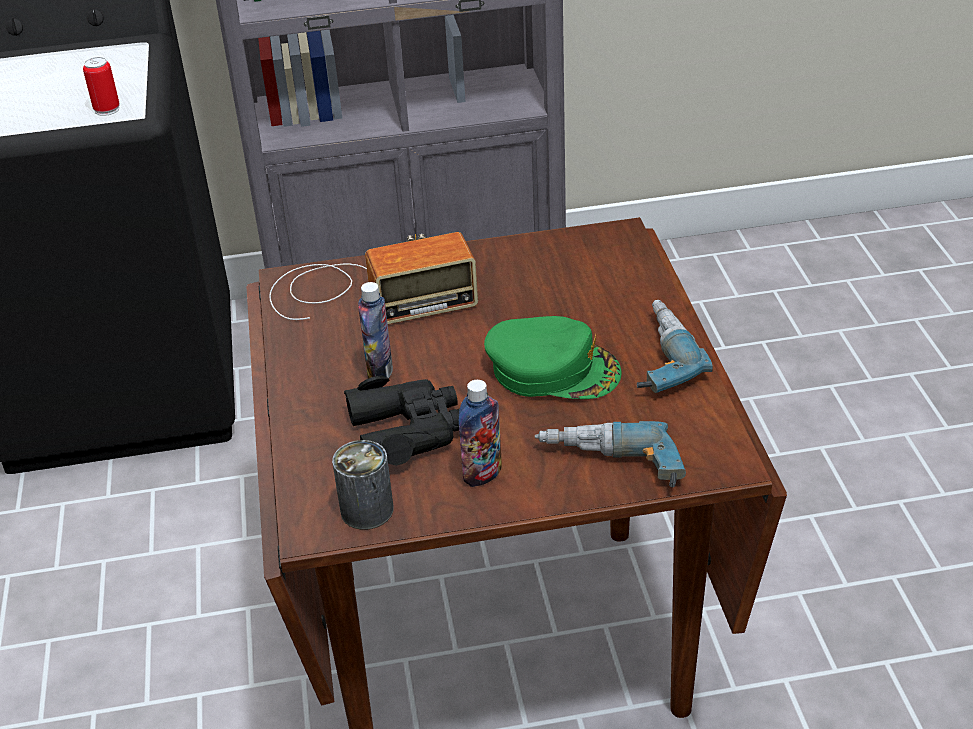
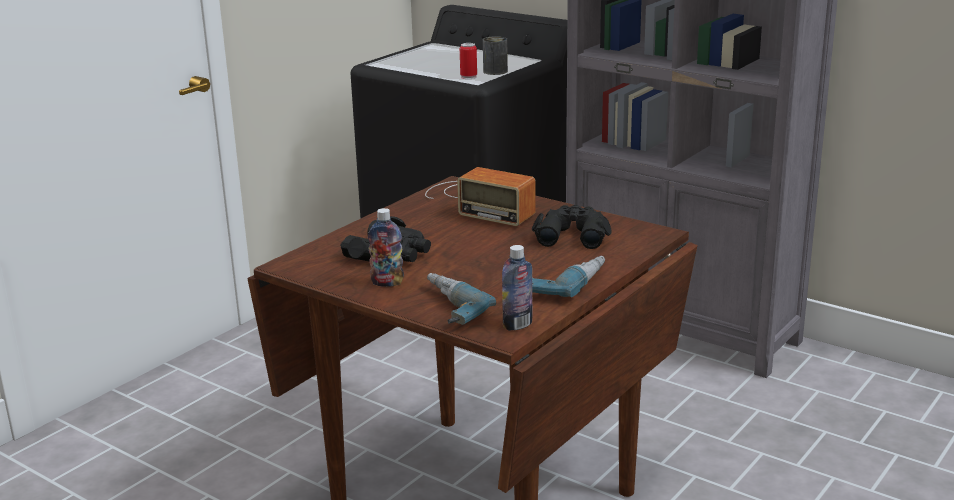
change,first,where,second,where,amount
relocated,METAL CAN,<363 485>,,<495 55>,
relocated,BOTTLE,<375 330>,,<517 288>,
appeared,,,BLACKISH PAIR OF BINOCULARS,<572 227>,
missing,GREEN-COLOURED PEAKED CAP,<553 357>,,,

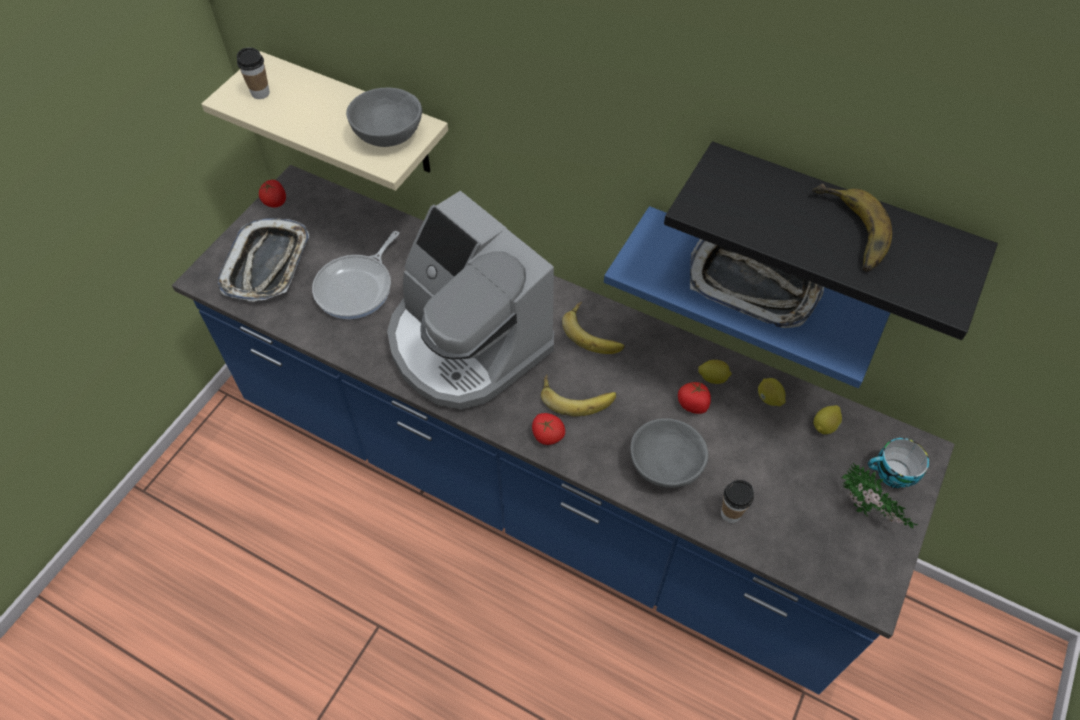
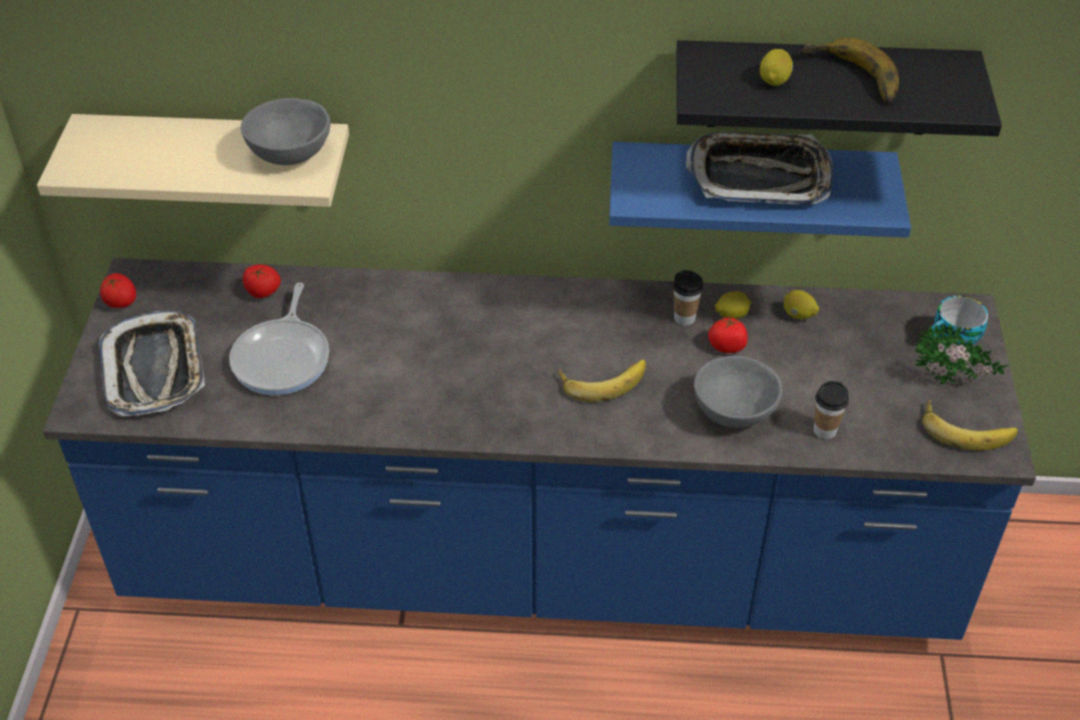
change,first,where,second,where,amount
relocated,FRESH TOMATO,<548 429>,,<262 281>,
relocated,DRINKING CUP,<253 73>,,<688 297>,
relocated,CITRUS FRUIT,<827 419>,,<776 67>,
relocated,BANANA FRUIT,<593 328>,,<970 425>,
missing,COFFEE BREWER,<470 300>,,,

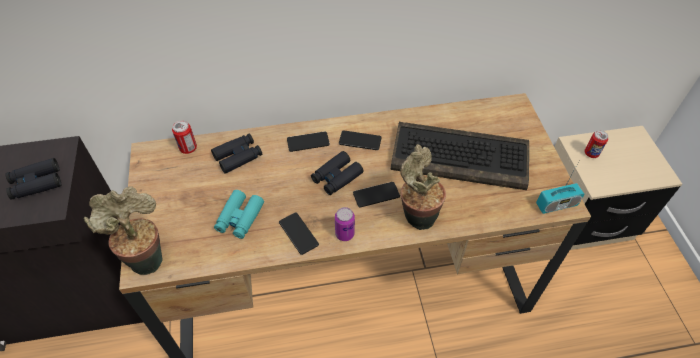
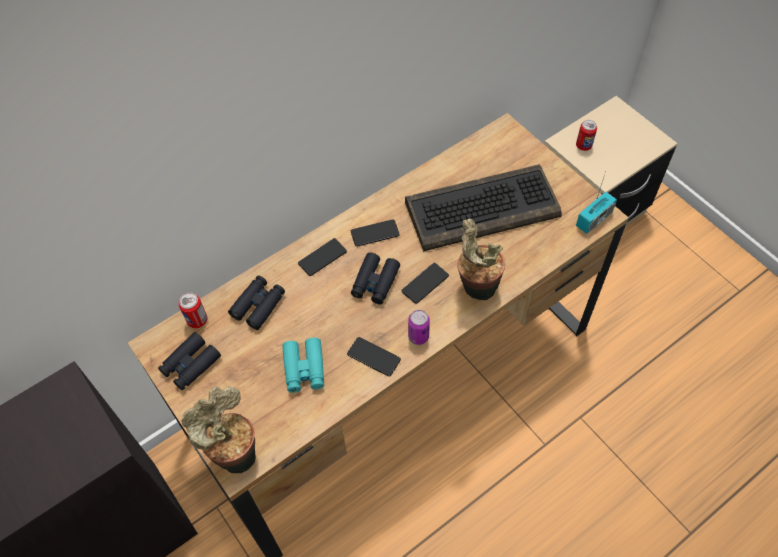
change,first,where,second,where,amount
relocated,BLACKISH PAIR OF BINOCULARS,<33 179>,,<189 361>,

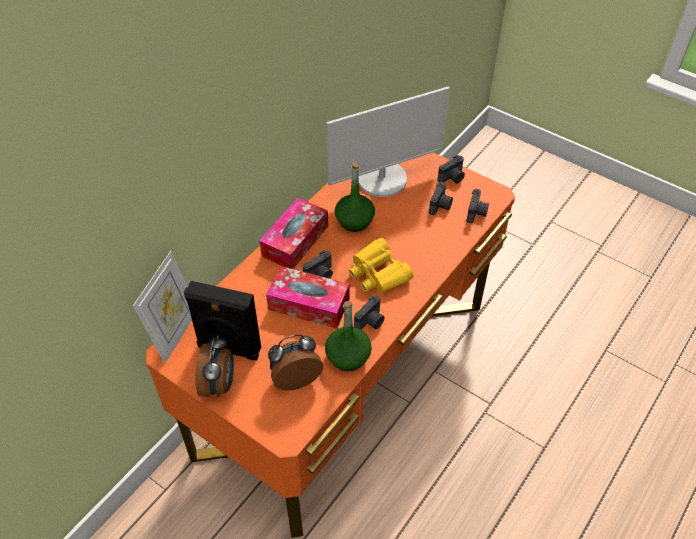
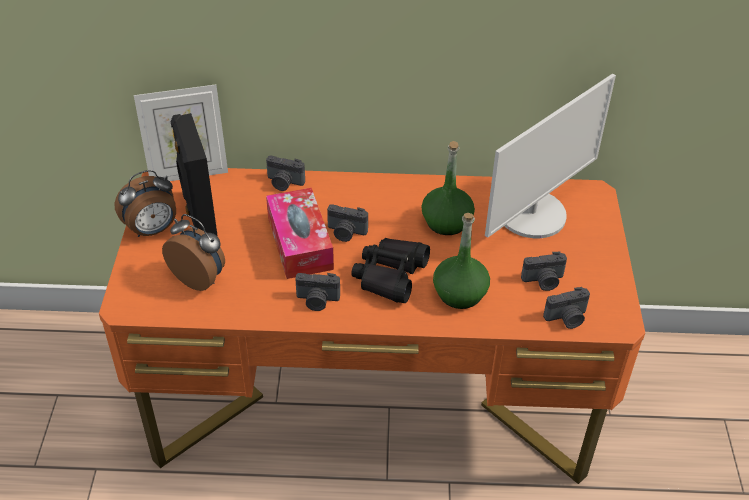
change,first,where,second,where,amount
relocated,STILL CAMERA,<451 169>,,<285 173>,
colour,YELLOWISH PAIR OF BINOCULARS,<381 265>,BLACKISH PAIR OF BINOCULARS,<390 270>,
relocated,GREEN-COLOURED BOTTLE,<348 336>,,<461 261>,
spun,MONITOR,<388 141>,,<550 156>,75 degrees counterclockwise
missing,TISSUE HOLDER,<294 233>,,,

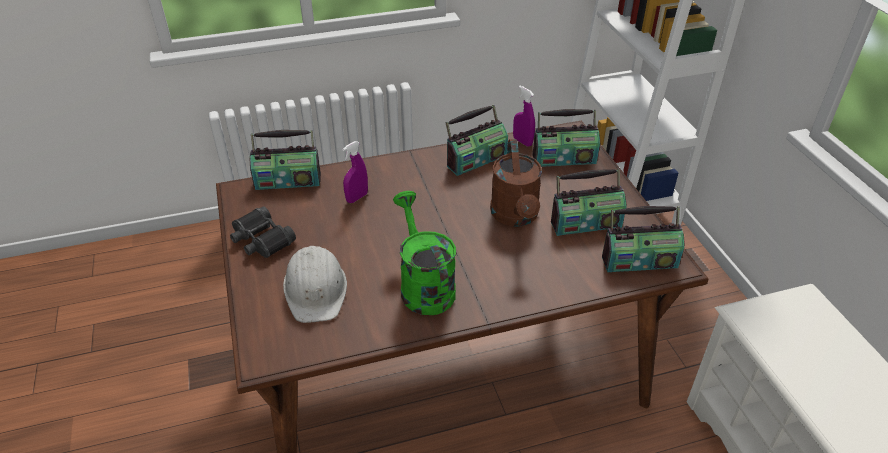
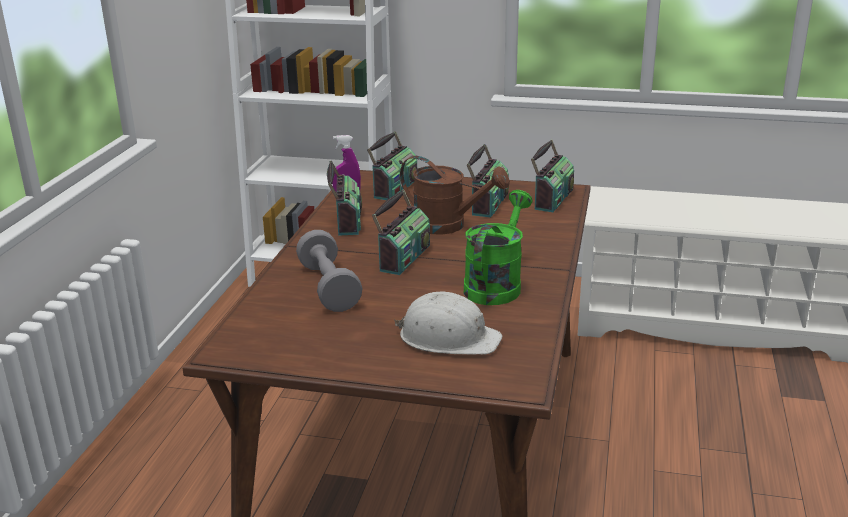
change,first,where,second,where,amount
exchanged,PURPLE HAND SPRAYER,<355 172>,GREY HAND WEIGHT,<329 271>,
relocated,RADIO SET,<285 160>,,<401 232>,
spun,GREEN-COLOURED SPRINKLING CAN,<424 253>,,<498 247>,105 degrees clockwise
missing,BLACKISH PAIR OF BINOCULARS,<263 232>,,,

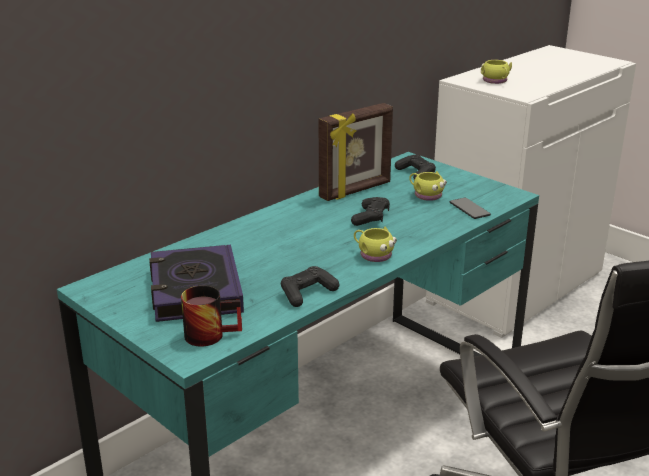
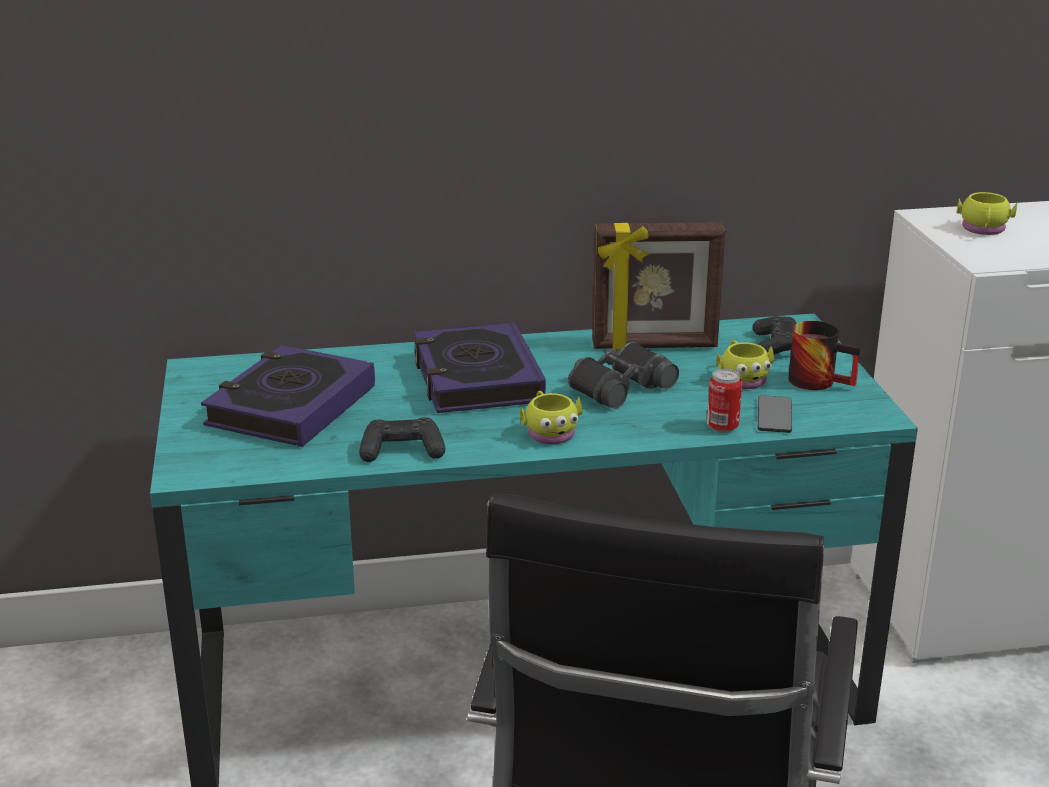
change,first,where,second,where,amount
appeared,,,BOOK,<480 368>,
exchanged,BLACKISH JOYPAD,<370 211>,BLACKISH PAIR OF BINOCULARS,<623 375>,
appeared,,,METAL CAN,<724 401>,
relocated,TEA MUG,<211 316>,,<824 355>,

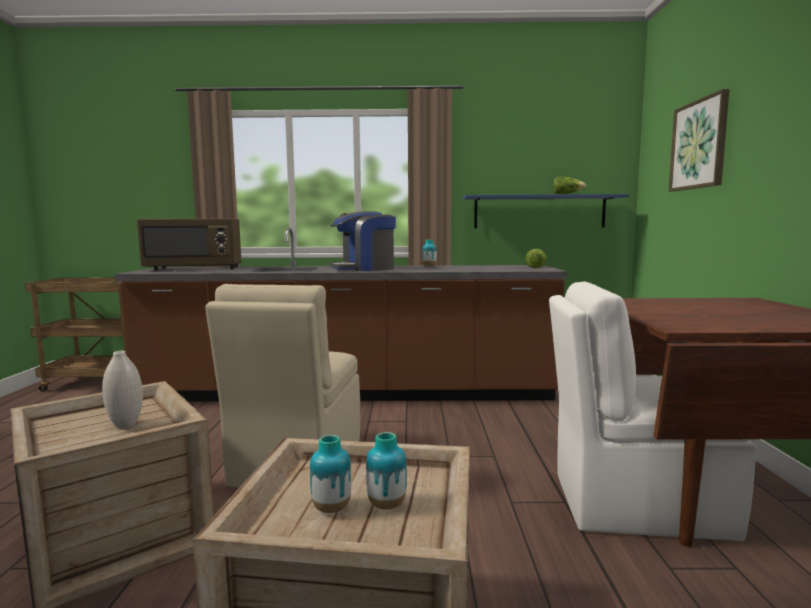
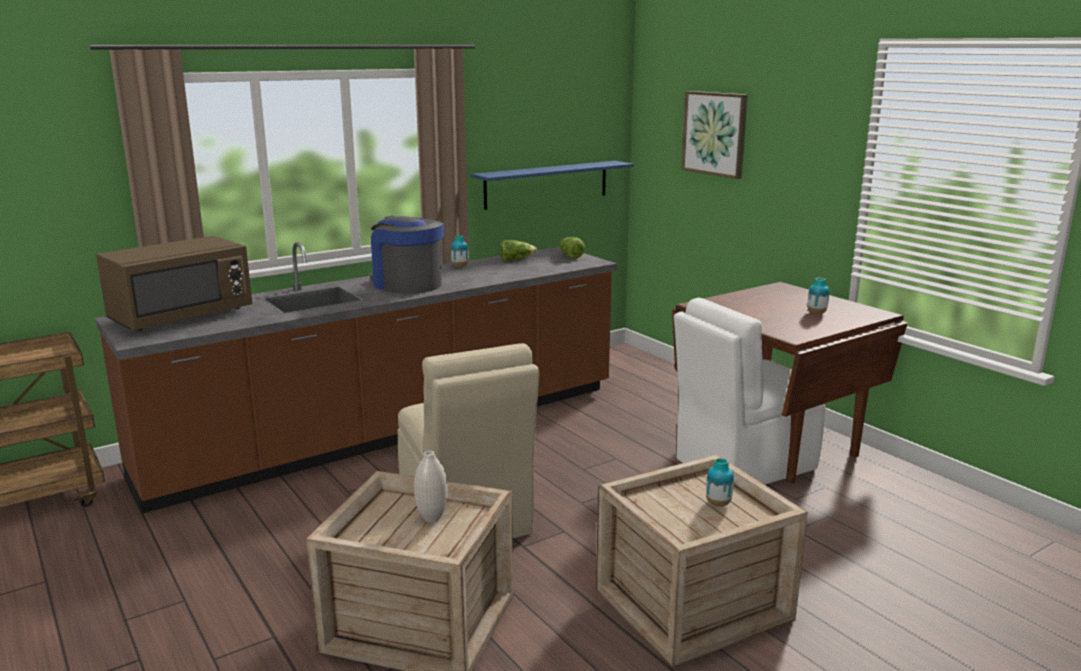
change,first,where,second,where,amount
spun,COFFEE BREWER,<362 241>,,<407 255>,105 degrees clockwise
relocated,LETTUCE HEAD,<569 185>,,<518 250>,
relocated,FLOWER VASE,<331 474>,,<818 296>,

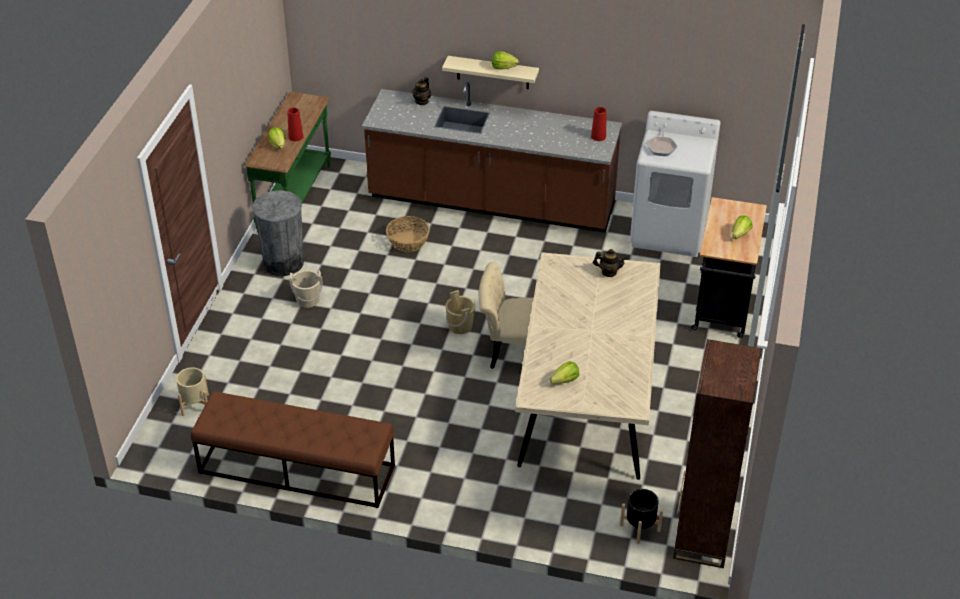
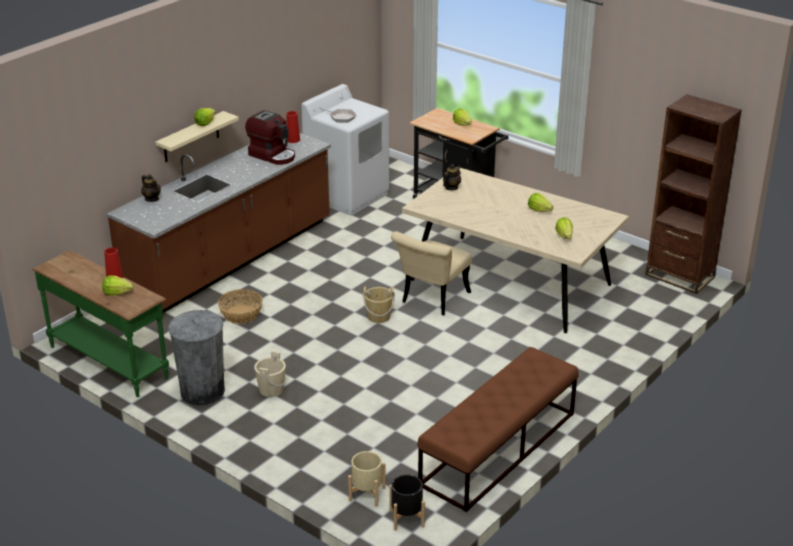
change,first,where,second,where,amount
appeared,,,COFFEE BREWER,<270 137>,
relocated,BLACKISH PLANTER,<641 516>,,<407 502>,
appeared,,,LETTUCE HEAD,<541 202>,

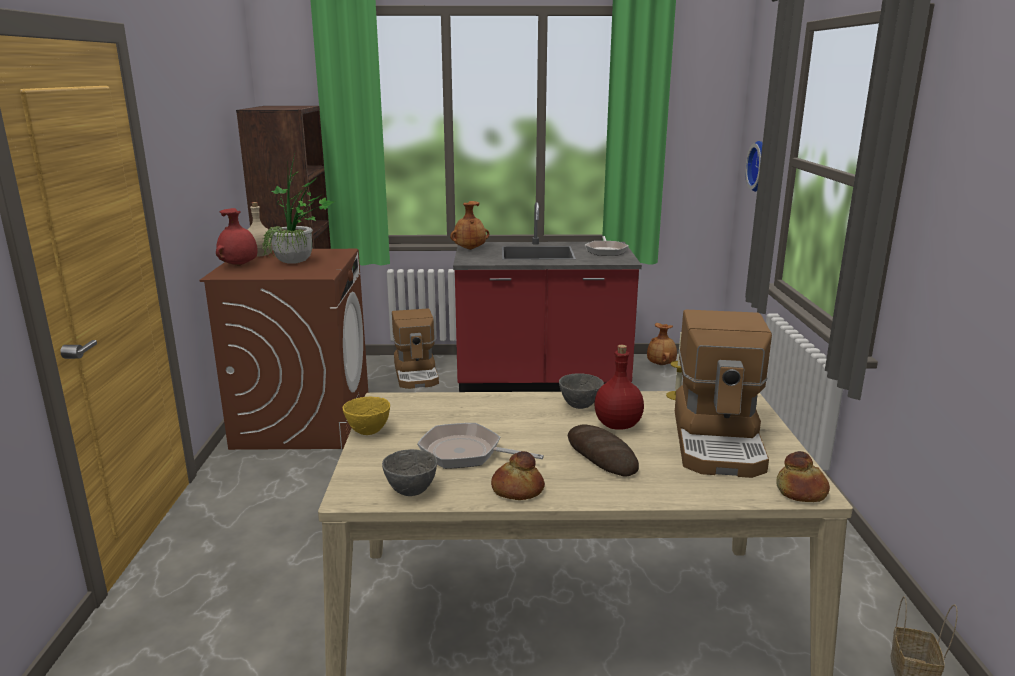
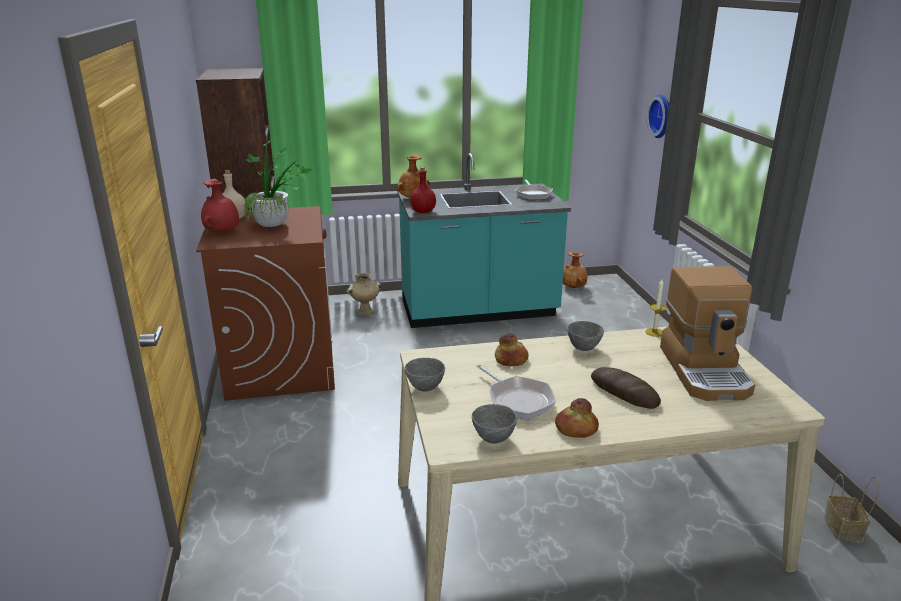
change,first,where,second,where,amount
exchanged,COFFEE BREWER,<415 349>,BEIGE FLOWER VASE,<364 295>,
colour,RED KITCHEN BASE UNIT,<547 297>,BLUE-GREEN KITCHEN BASE UNIT,<484 240>,
colour,YELLOWISH DEEP DISH,<366 416>,GREY DEEP DISH,<425 375>,
relocated,RED BOTTLE,<619 387>,,<423 190>,
spun,SKILLET,<480 446>,,<516 392>,135 degrees counterclockwise
relocated,BAKERY BREAD,<803 476>,,<512 349>,

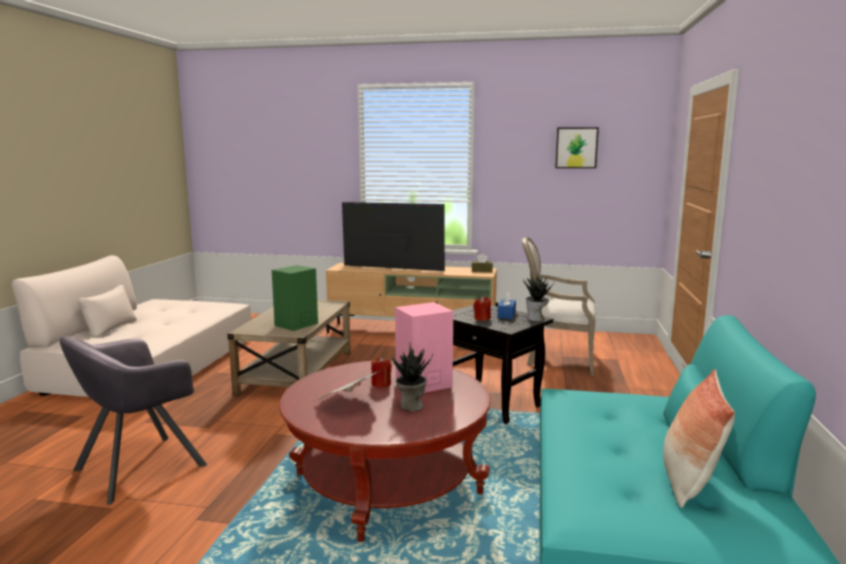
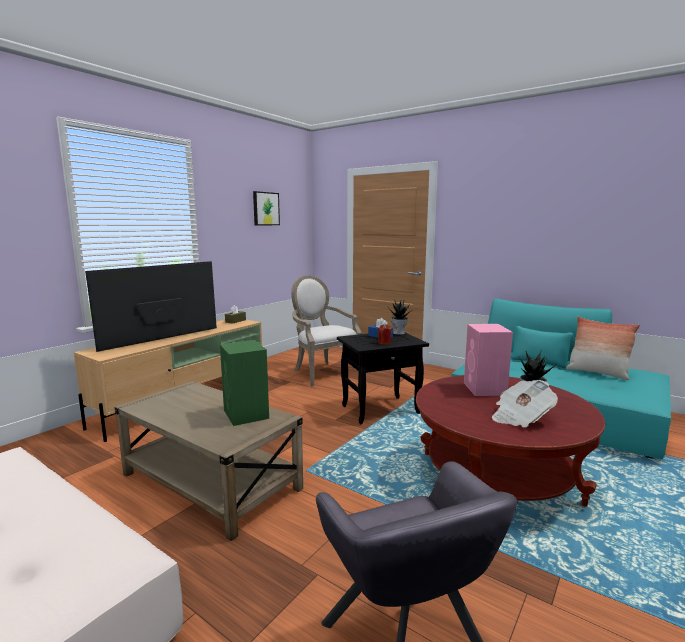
change,first,where,second,where,amount
spun,LOUNGE CHAIR,<559 306>,,<326 330>,105 degrees clockwise
missing,RED CANDLE,<381 372>,,,

